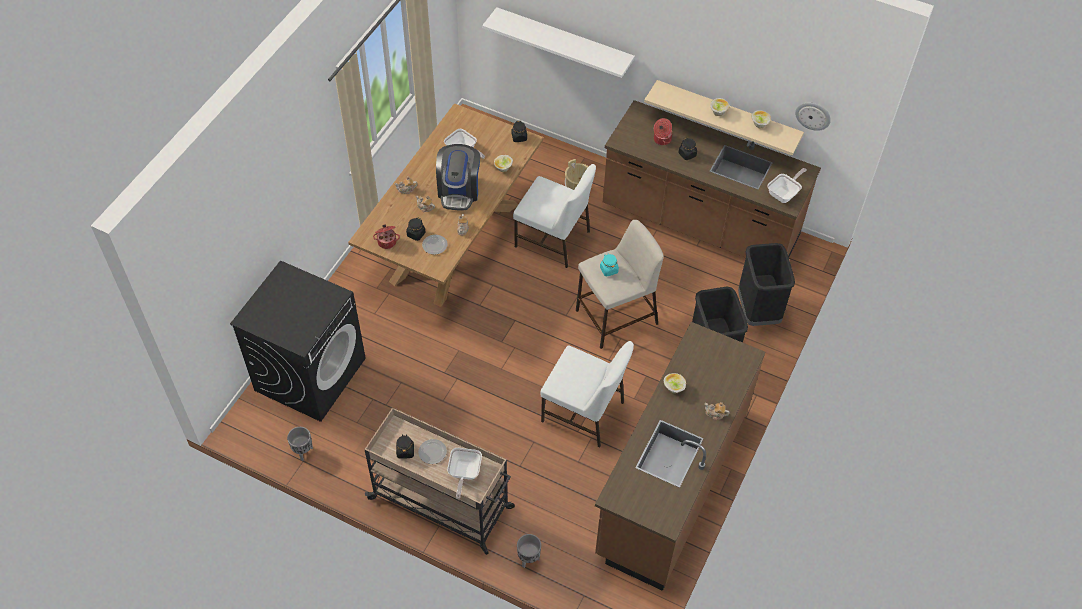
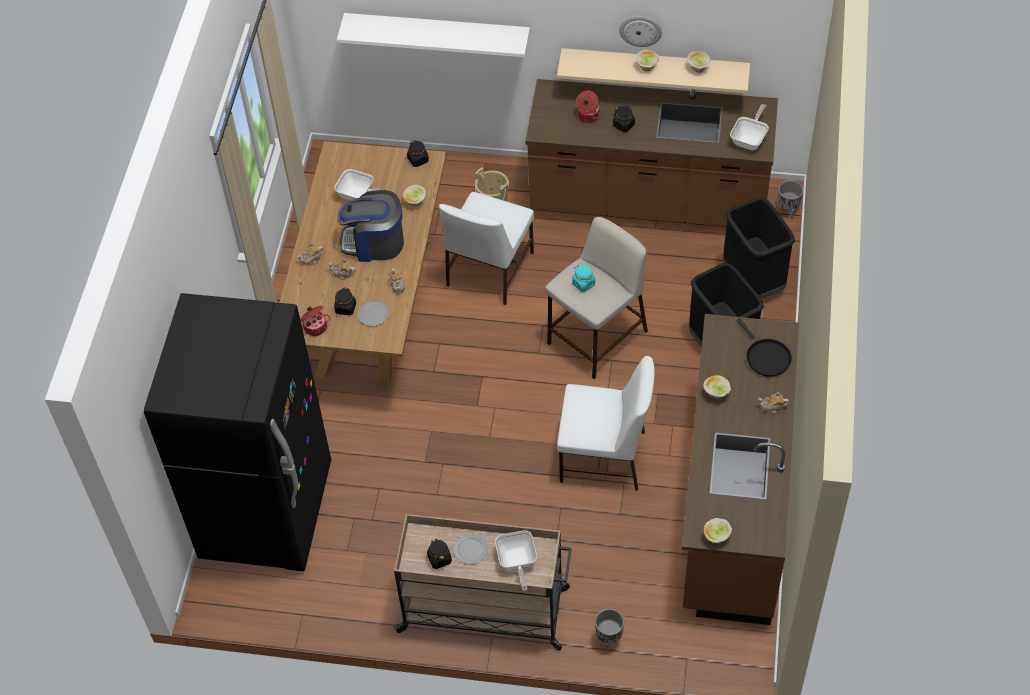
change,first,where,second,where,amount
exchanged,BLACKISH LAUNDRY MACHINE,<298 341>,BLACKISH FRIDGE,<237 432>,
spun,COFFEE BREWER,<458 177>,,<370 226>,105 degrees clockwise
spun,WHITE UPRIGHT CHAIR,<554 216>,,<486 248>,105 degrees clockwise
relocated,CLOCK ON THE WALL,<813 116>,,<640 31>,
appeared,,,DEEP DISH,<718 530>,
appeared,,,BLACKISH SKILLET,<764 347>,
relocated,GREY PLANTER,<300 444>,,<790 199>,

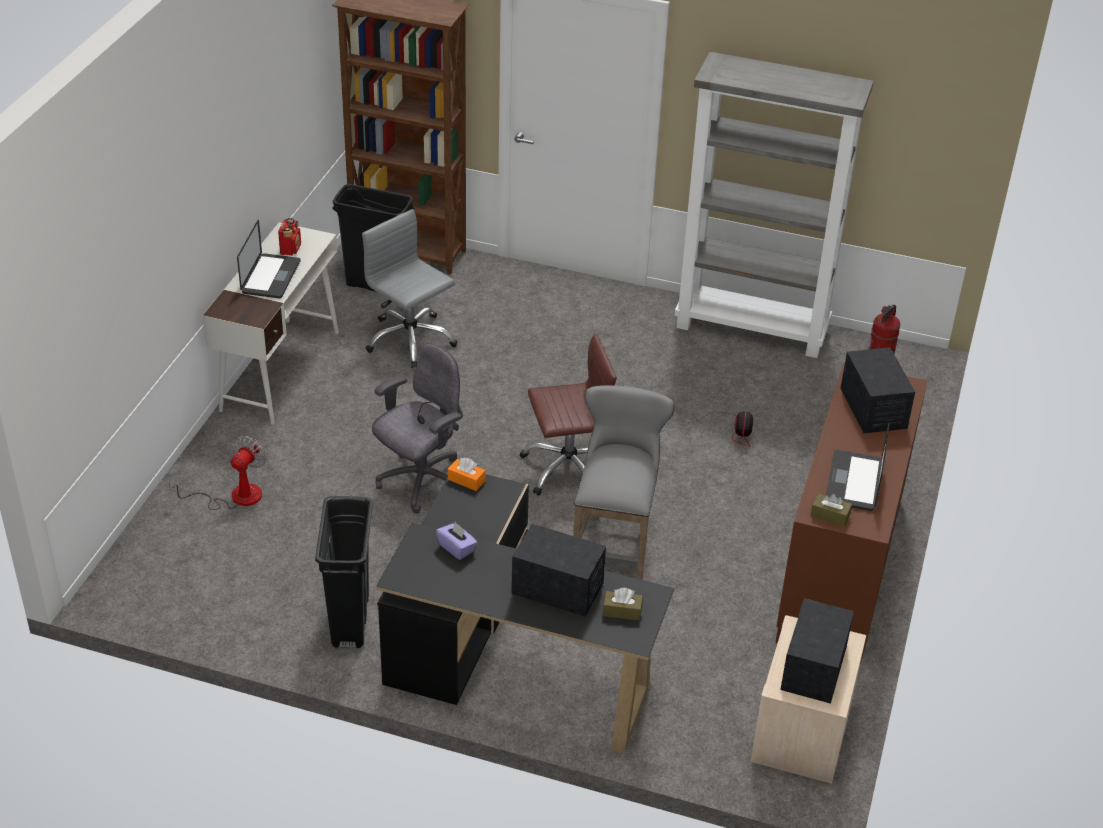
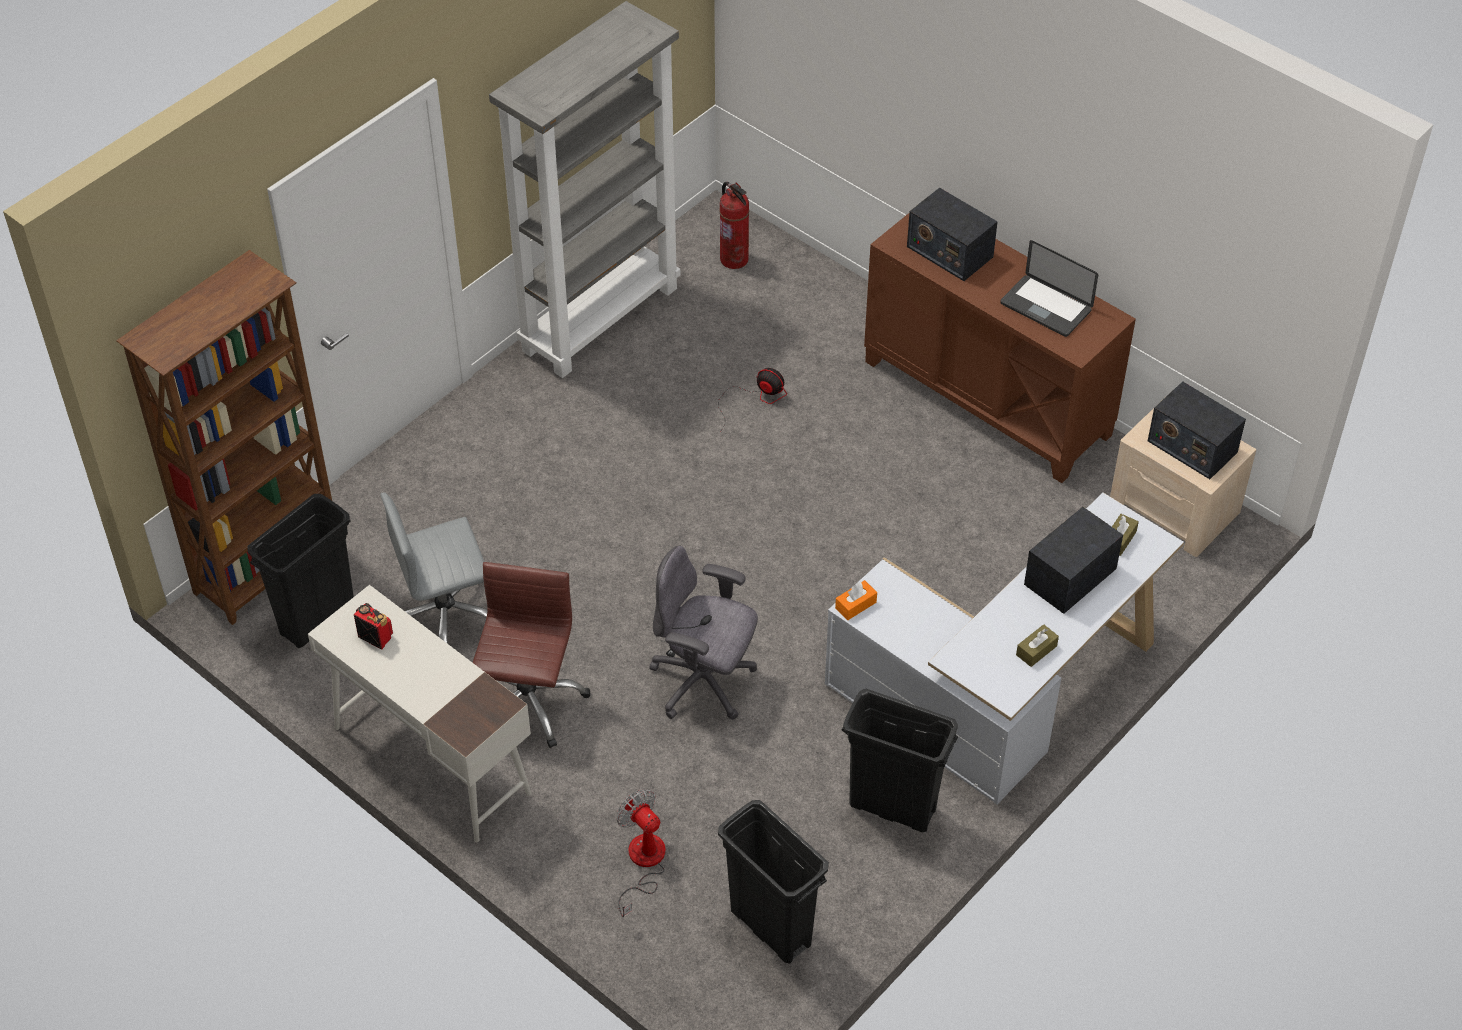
change,first,where,second,where,amount
relocated,BROWNISH COMPUTER CHAIR,<568 414>,,<532 655>,
spun,GREY COMPUTER CHAIR,<417 428>,,<703 633>,45 degrees counterclockwise
appeared,,,BLACKISH TRASH CAN,<773 881>,
colour,BLACKISH DESK TABLE,<525 613>,WHITE DESK TABLE,<1004 649>,
spun,RADIO SET,<877 390>,,<952 234>,150 degrees counterclockwise
relocated,BROWNISH TISSUE HOLDER,<831 510>,,<1037 645>,
missing,NOTEBOOK COMPUTER,<268 259>,,,
missing,PURPLE TISSUE HOLDER,<456 541>,,,
missing,GREY SITTING STOOL,<623 482>,,,

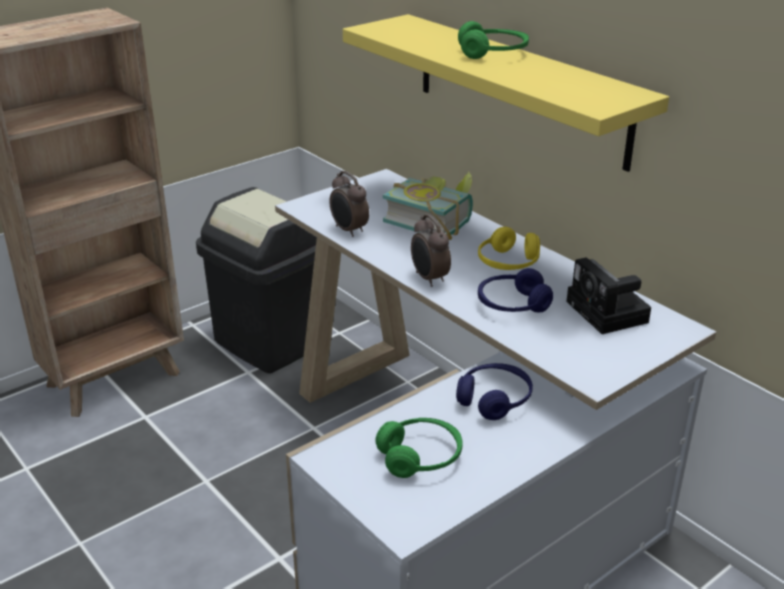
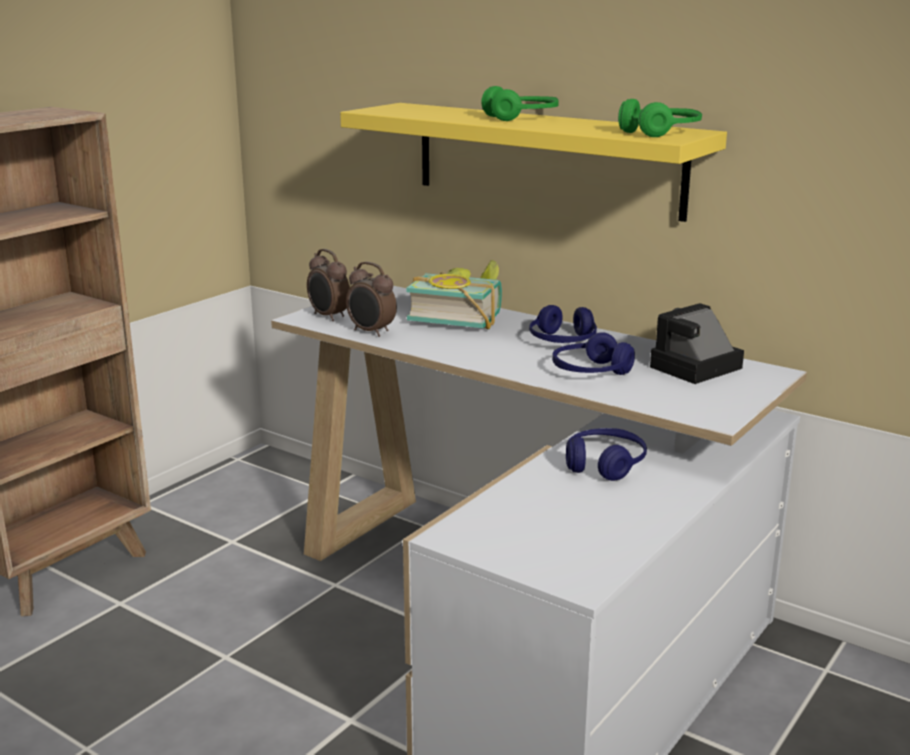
change,first,where,second,where,amount
relocated,BEDSIDE CLOCK,<431 250>,,<328 285>,
colour,YELLOWISH HEADPHONES,<509 248>,BLUISH HEADPHONES,<563 324>,
relocated,GREEN-COLOURED HEADPHONES,<418 448>,,<660 118>,
spun,STILL CAMERA,<608 295>,,<697 343>,90 degrees clockwise
missing,BLACKISH TRASH CAN,<256 280>,,,

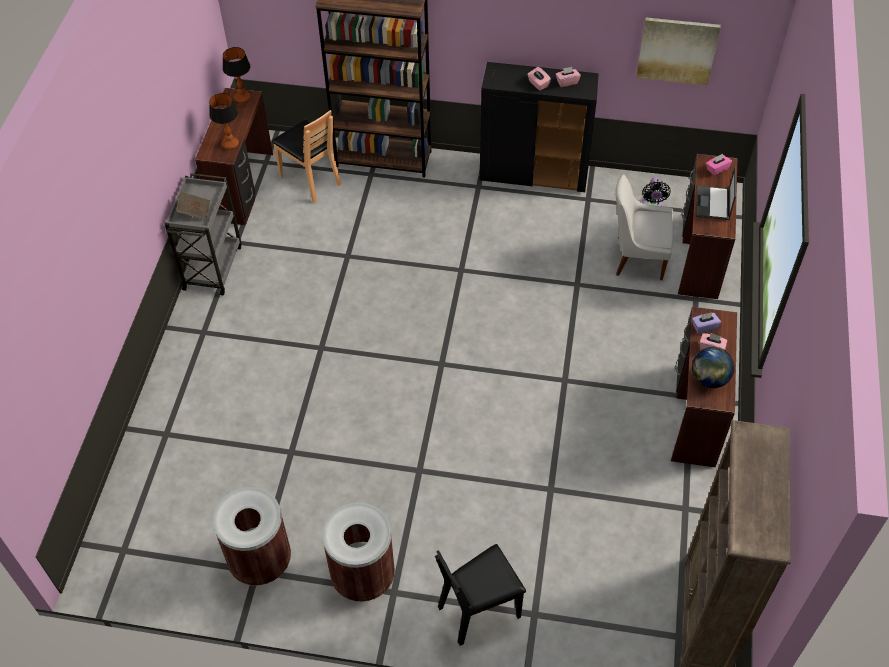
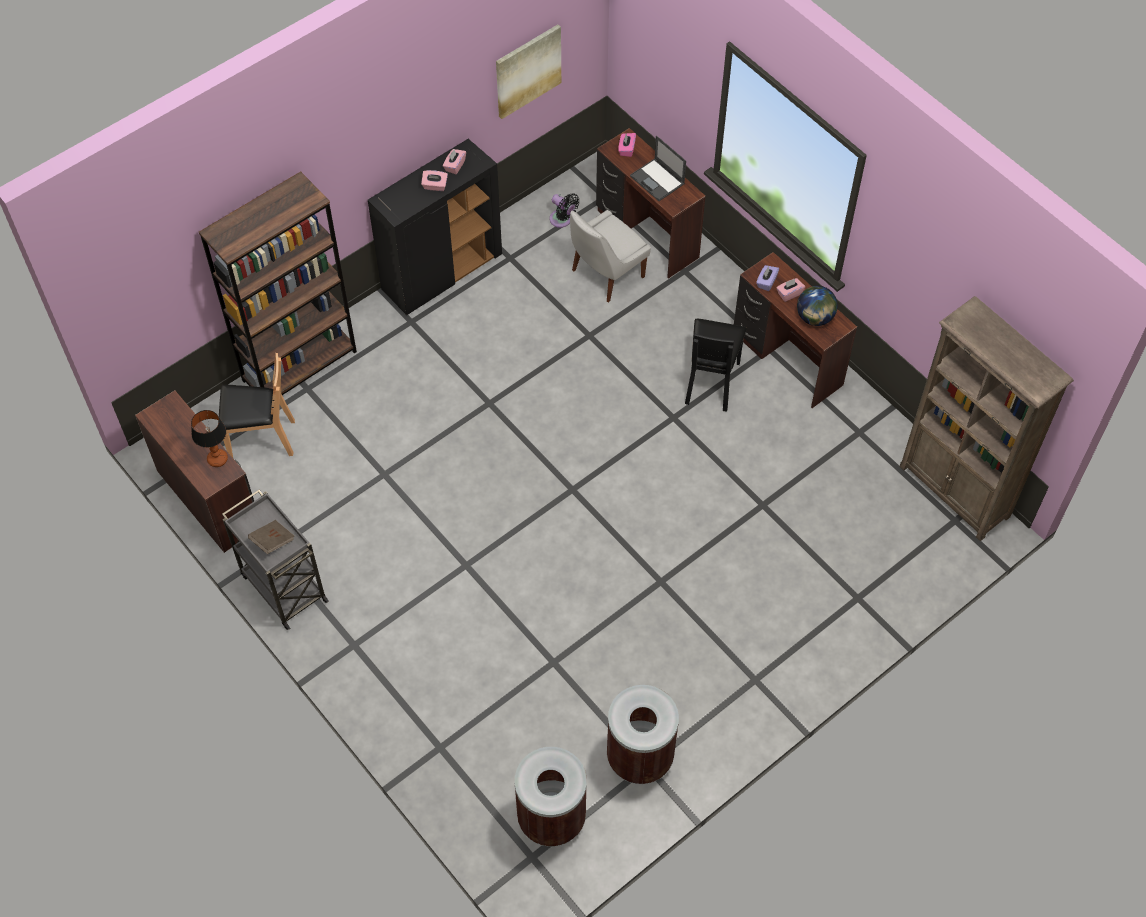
change,first,where,second,where,amount
relocated,BROWNISH TRASH CAN,<358 552>,,<551 796>,
relocated,BLACKISH UPRIGHT CHAIR,<480 595>,,<716 365>,
missing,TABLETOP LAMP,<237 75>,,,

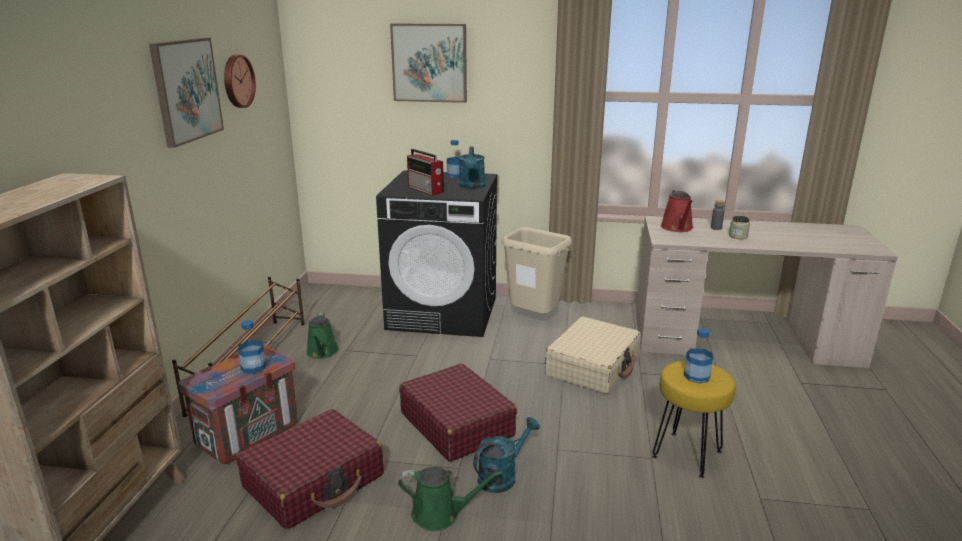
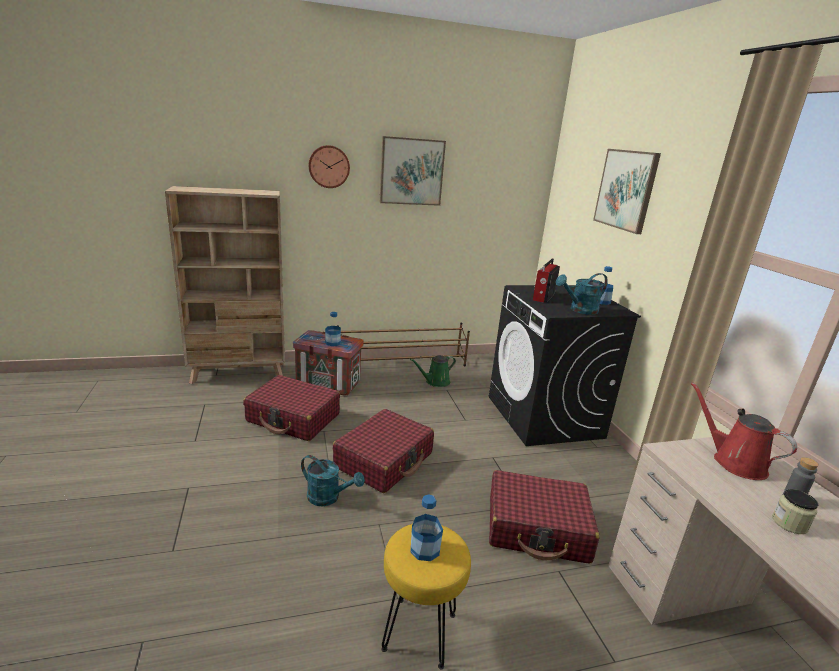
change,first,where,second,where,amount
relocated,CLOCK ON THE WALL,<240 81>,,<329 166>,
colour,BEIGE TRAVEL CASE,<593 355>,RED TRAVEL CASE,<544 517>,
spun,RED SPRINKLING CAN,<677 211>,,<744 431>,75 degrees clockwise
missing,GREEN-COLOURED SPRINKLING CAN,<450 499>,,,
missing,BEIGE TRASH CAN,<536 270>,,,

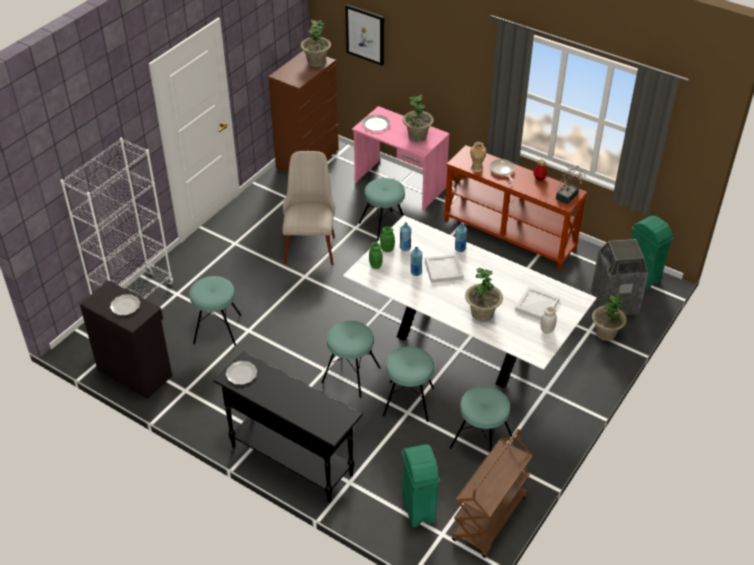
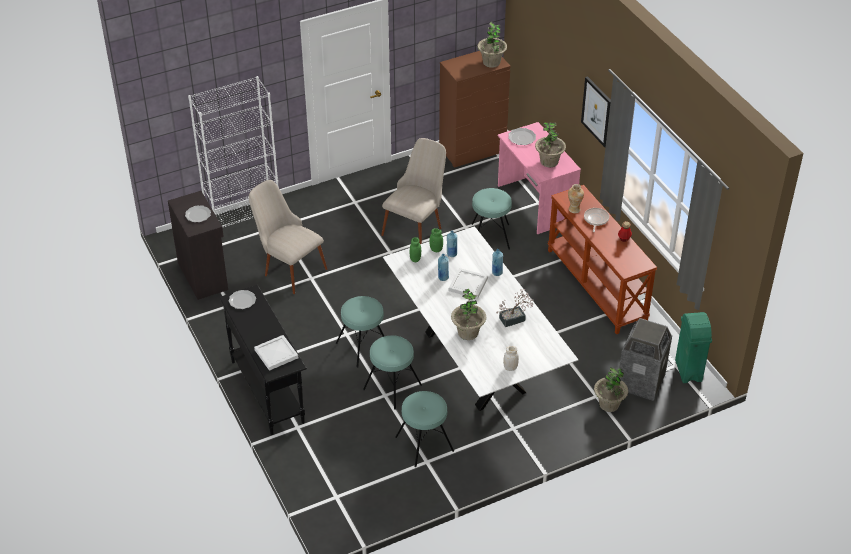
change,first,where,second,where,amount
exchanged,BLUE-GREEN SITTING STOOL,<216 310>,BEIGE UPRIGHT CHAIR,<288 237>,
relocated,WHITE SERVING TRAY,<537 303>,,<276 353>,
relocated,POTTED PLANT,<571 185>,,<514 308>,
relocated,WALL PICTURE,<364 35>,,<596 111>,
missing,GREEN-COLOURED TRASH CAN,<421 485>,,,
missing,BROWNISH CART,<492 493>,,,

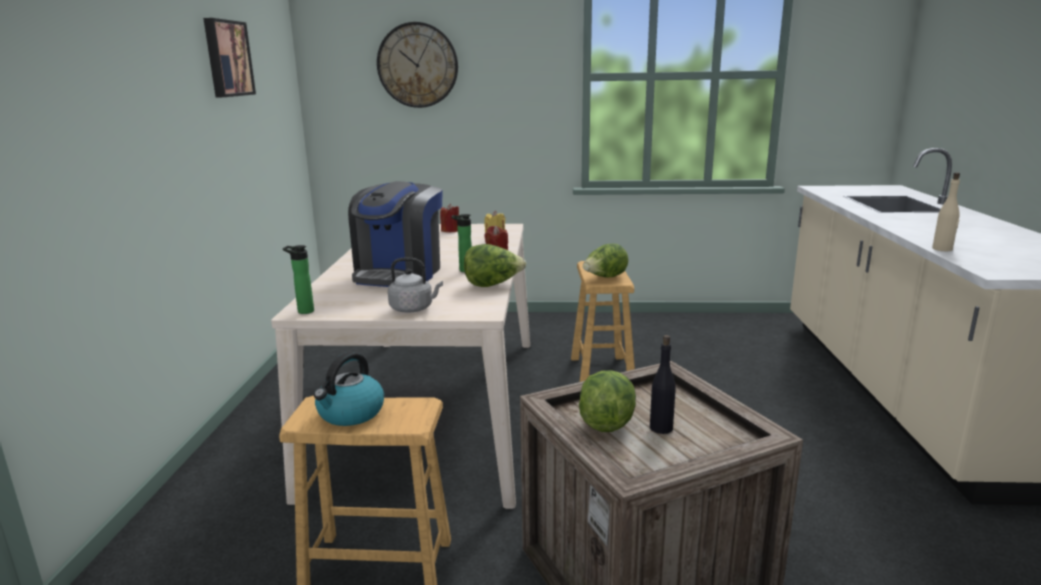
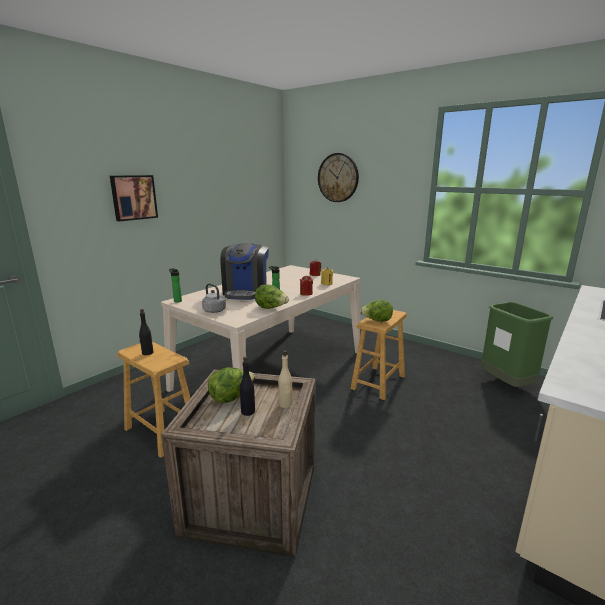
change,first,where,second,where,amount
relocated,WALL PICTURE,<229 57>,,<134 198>,
exchanged,WATER KETTLE,<349 389>,BLACKISH BOTTLE,<146 332>,
spun,COFFEE BREWER,<395 234>,,<244 271>,45 degrees counterclockwise
relocated,BEIGE BOTTLE,<946 211>,,<285 379>,
appeared,,,GREEN-COLOURED TRASH CAN,<517 344>,

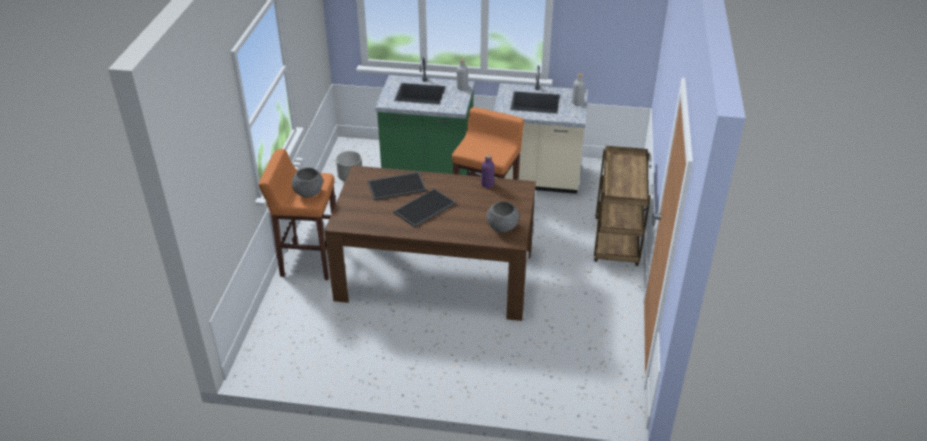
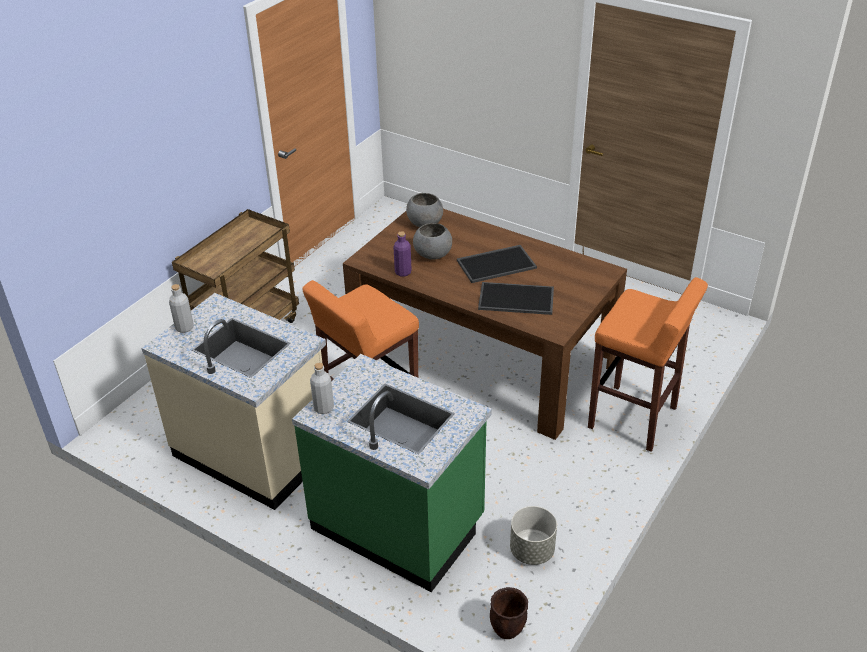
change,first,where,second,where,amount
relocated,GREY DEEP DISH,<307 182>,,<432 241>,
appeared,,,BROWNISH PLANTER,<509 613>,

